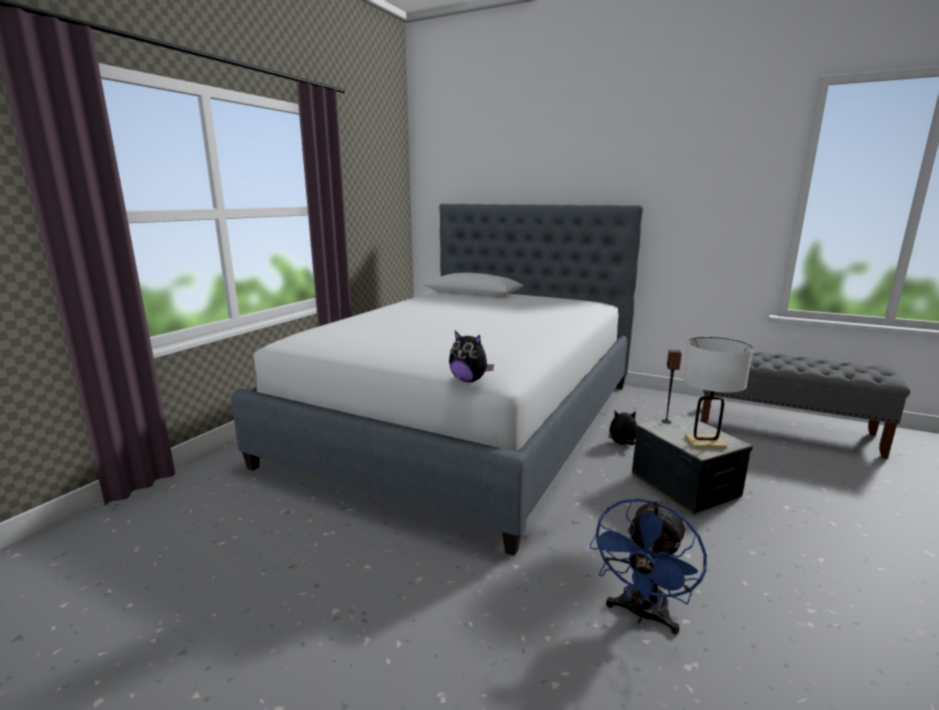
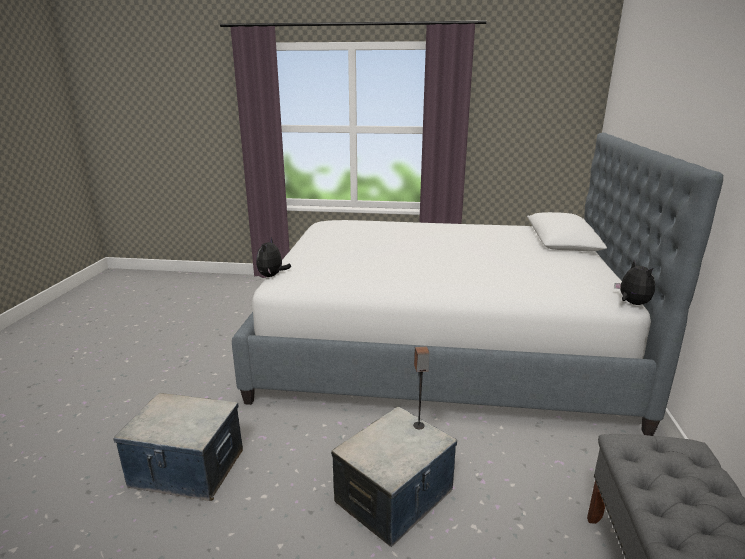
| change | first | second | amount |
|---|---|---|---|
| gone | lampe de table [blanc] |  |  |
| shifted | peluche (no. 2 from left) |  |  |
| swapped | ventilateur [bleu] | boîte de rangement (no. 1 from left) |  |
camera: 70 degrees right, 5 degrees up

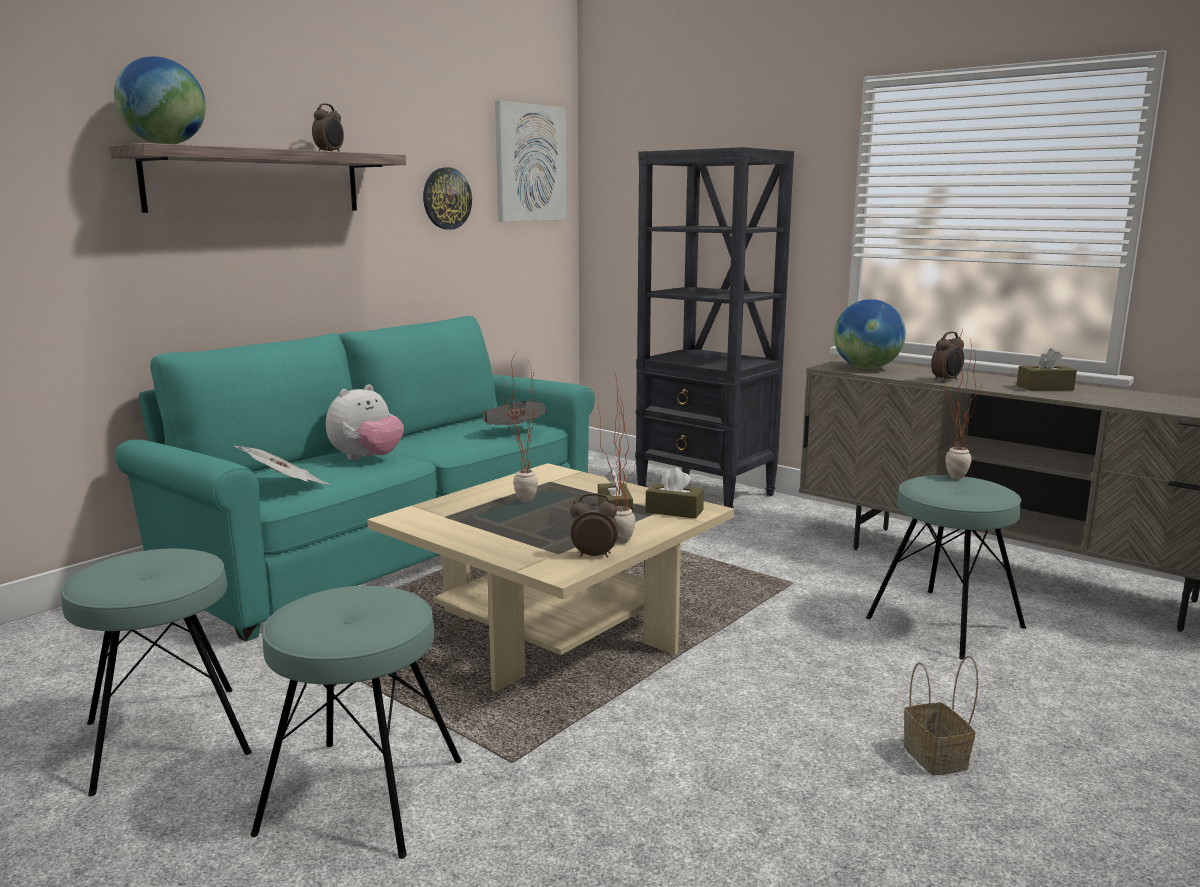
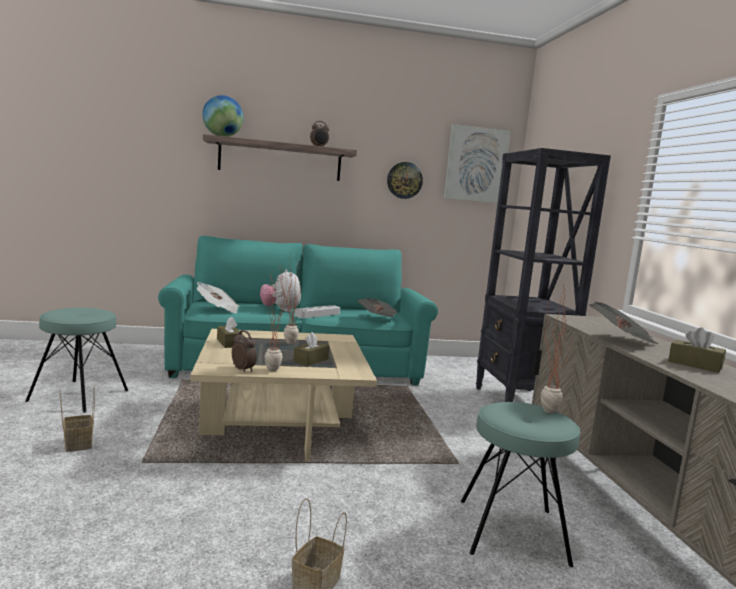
| change | first | second | amount |
|---|---|---|---|
| gone | globe (no. 2 from left) |  |  |
| new |  | plateau [gris] |  |
| shifted | boîte à mouchoirs [marron] (no. 2 from left in the first image) | boîte à mouchoirs [marron] (no. 1 from left) |  |
| swapped | tabouret [turquoise] (no. 2 from left) | panier (no. 1 from left) |  |
| swapped | réveil (no. 3 from left) | journal (no. 3 from left) |  |
| rotated | peluche |  | 75 degrees clockwise |
camera: 40 degrees right, 5 degrees down

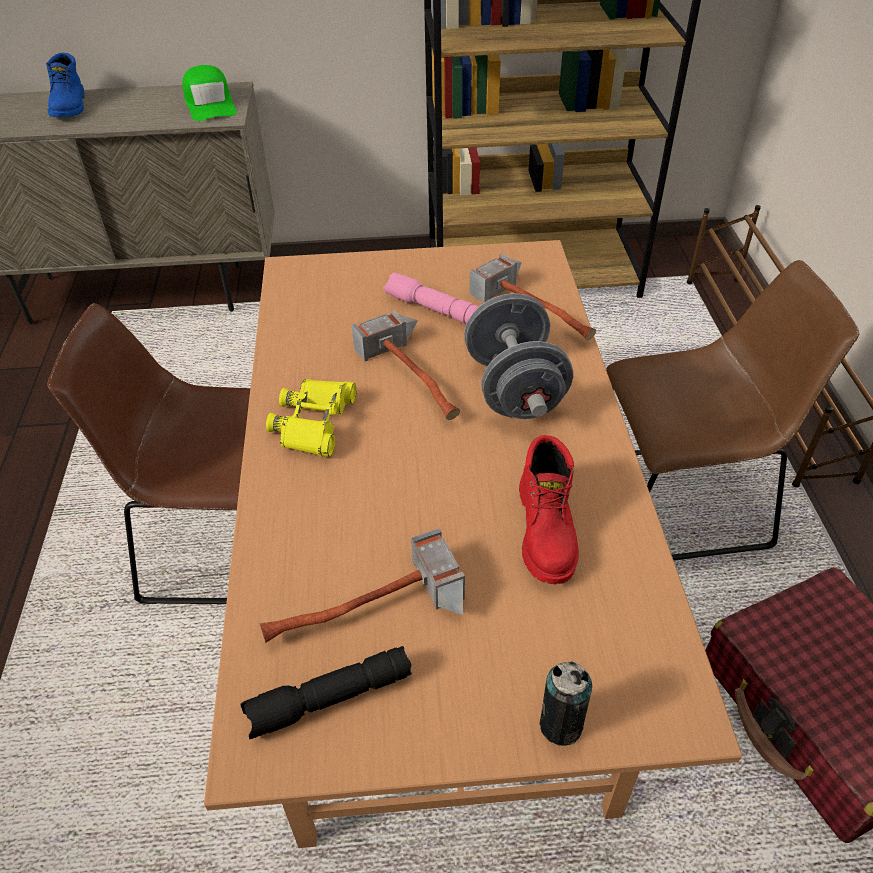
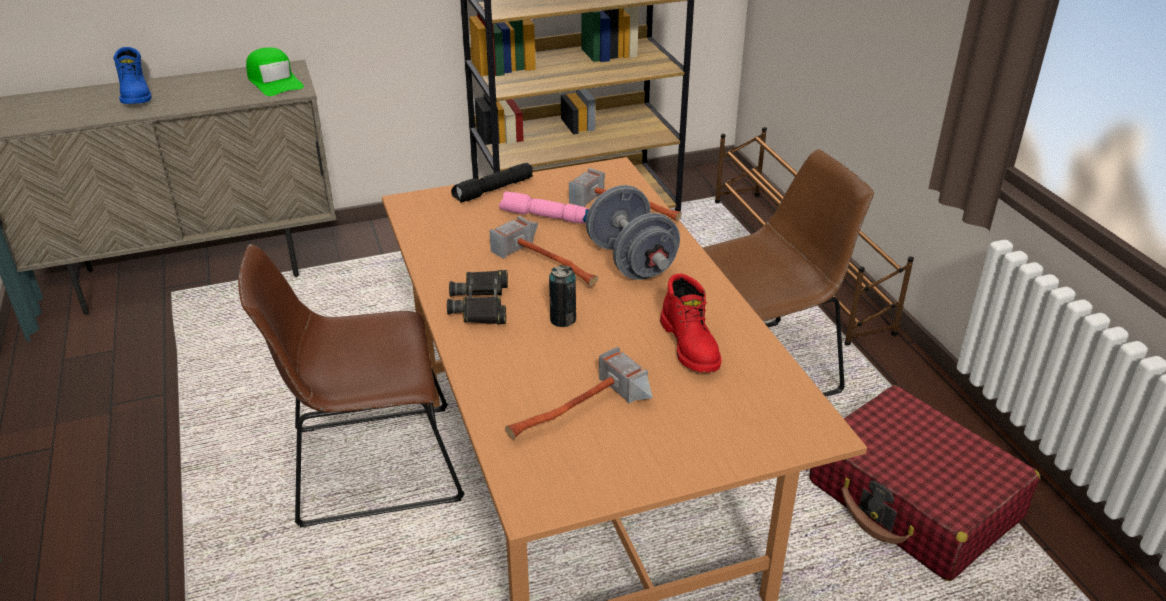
| change | first | second | amount |
|---|---|---|---|
| shifted | lampe de poche [noir] |  |  |
| shifted | boîte métallique |  |  |
| repainted | jumelles [jaune] | jumelles [noir] |  |
camera: 15 degrees left, 10 degrees down

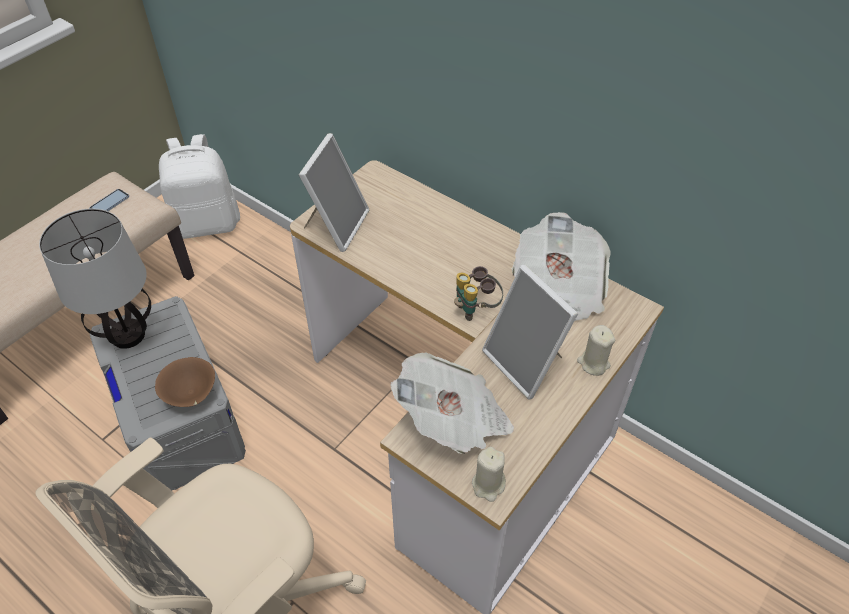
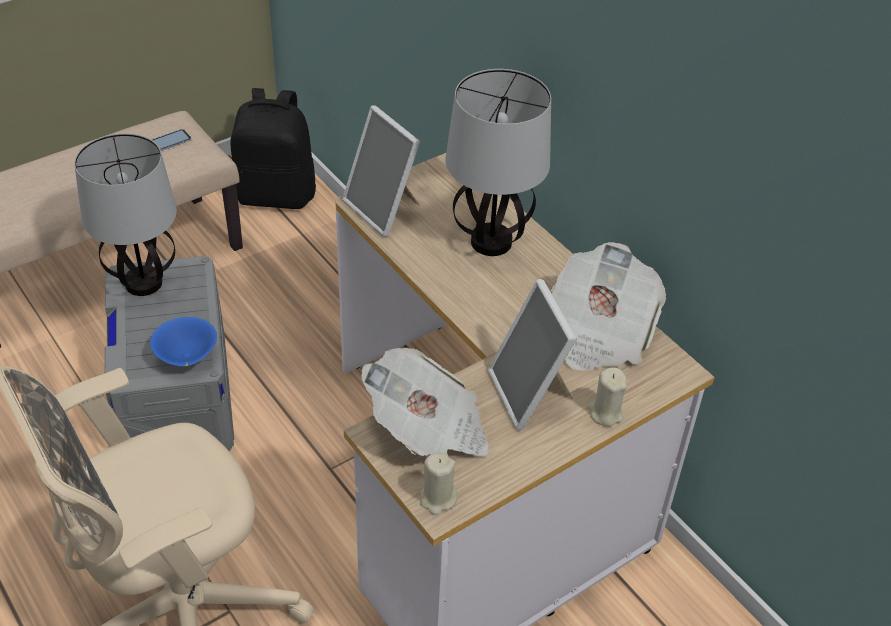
| change | first | second | amount |
|---|---|---|---|
| gone | jumelles |  |  |
| new |  | lampe de table (no. 2 from left) |  |
| repainted | bol [marron] | bol [bleu] |  |
| repainted | sac à dos [blanc] | sac à dos [noir] |  |
| rotated | cadre photo (no. 1 from left) |  | 105 degrees clockwise |
camera: 15 degrees right, 5 degrees down

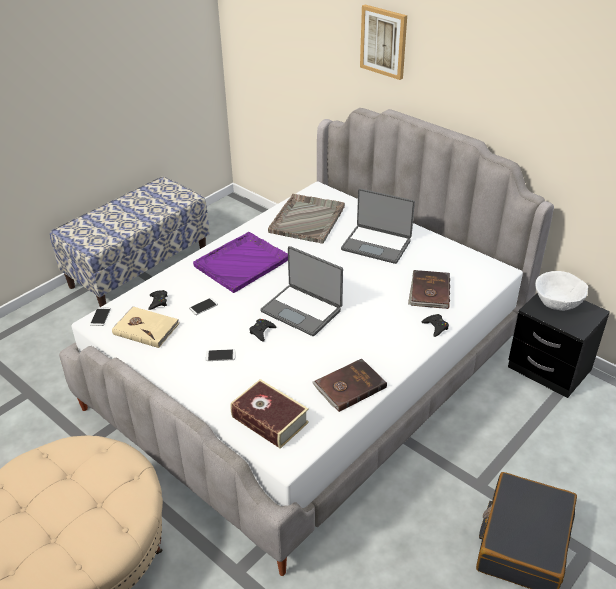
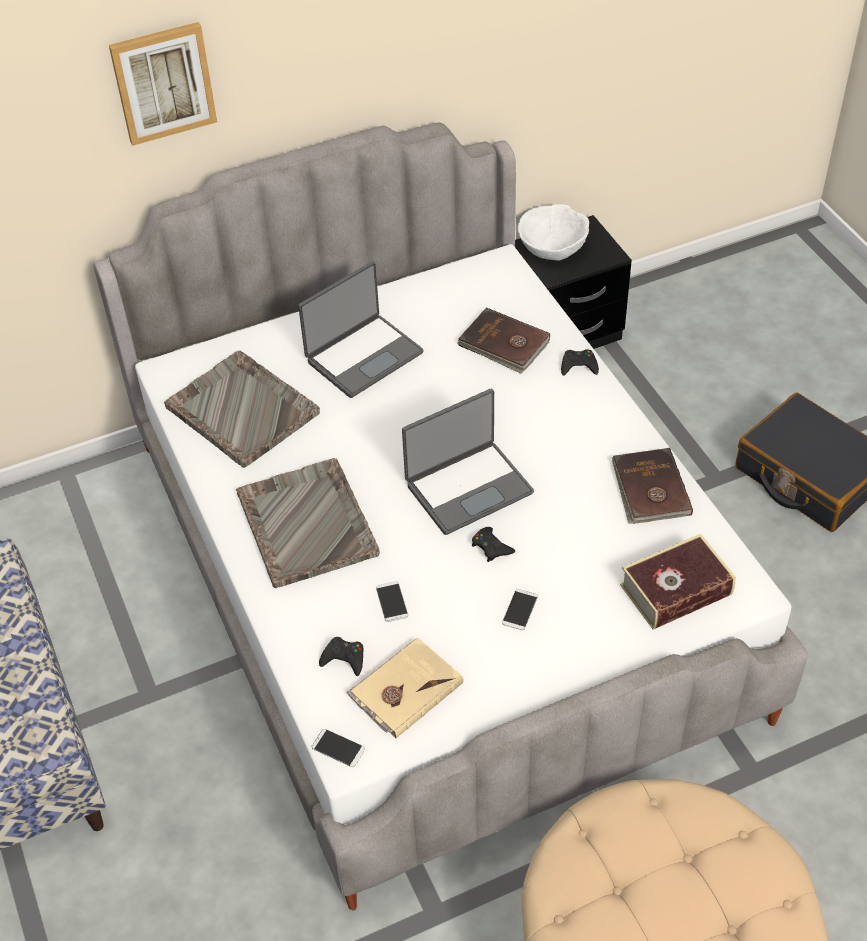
| change | first | second | amount |
|---|---|---|---|
| repainted | plateau [violet] | plateau [gris] (no. 2 from left) |  |
camera: 65 degrees left, 10 degrees up

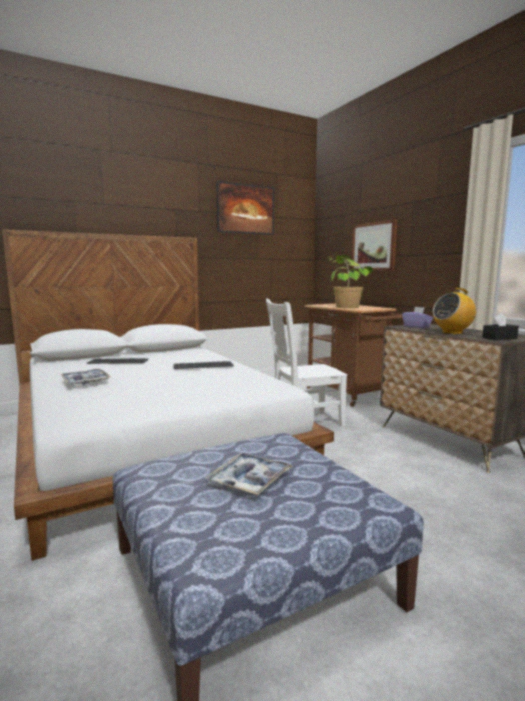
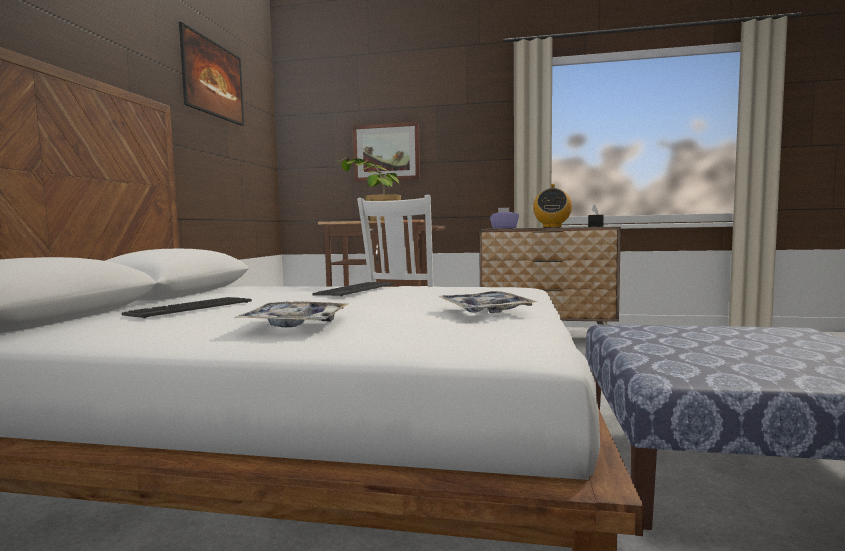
| change | first | second | amount |
|---|---|---|---|
| shifted | plateau (no. 2 from left) |  |  |
camera: 50 degrees left, 5 degrees down

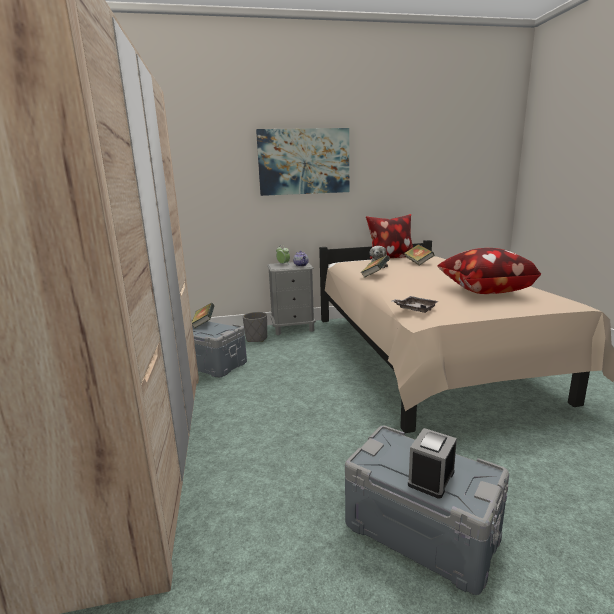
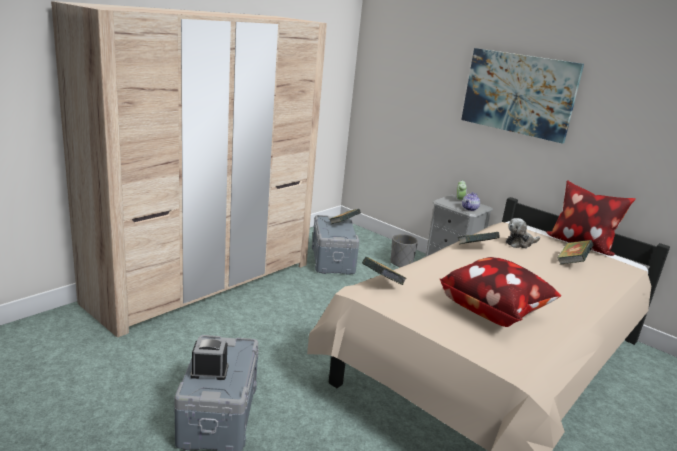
| change | first | second | amount |
|---|---|---|---|
| swapped | plateau [gris] | livre (no. 2 from left) |  |
camera: 50 degrees right, 5 degrees up

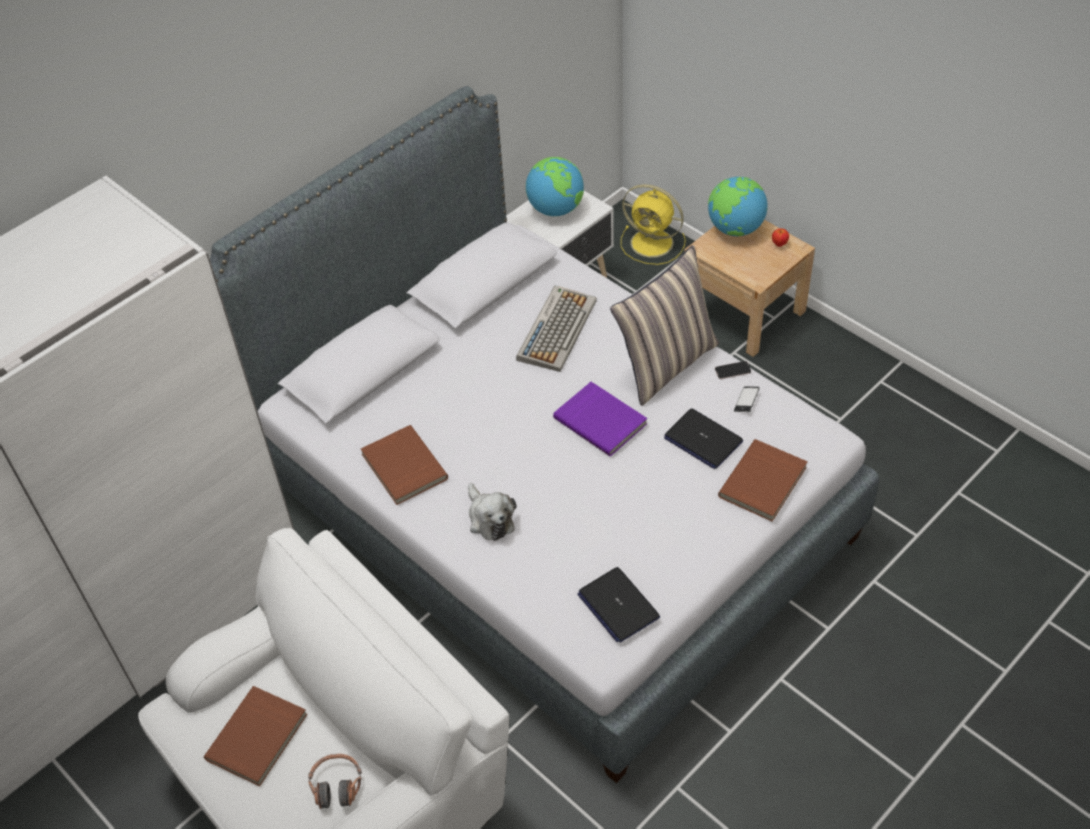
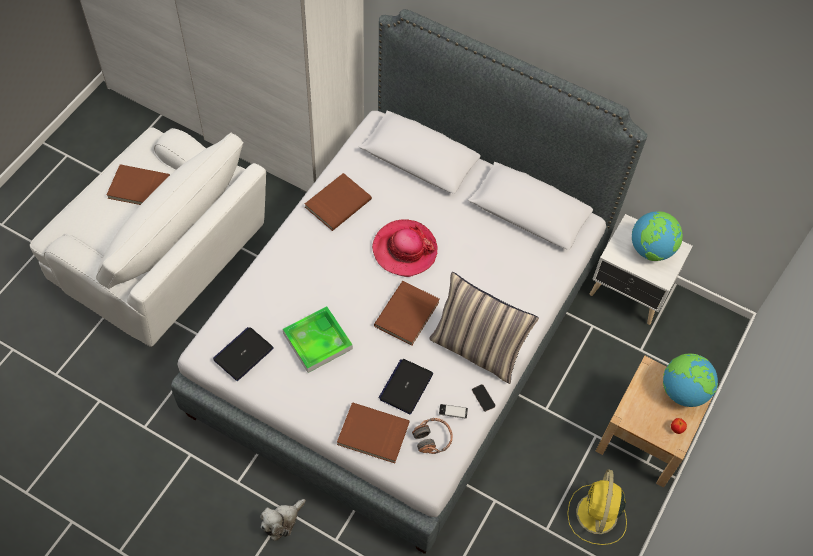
| change | first | second | amount |
|---|---|---|---|
| gone | clavier |  |  |
| new |  | plateau |  |
| new |  | chapeau |  |
| shifted | casque audio |  |  |
| shifted | peluche |  |  |
| shifted | ventilateur [jaune] |  |  |
| repainted | livre [violet] | livre [marron] (no. 4 from left) |  |
camera: 70 degrees right, 10 degrees up

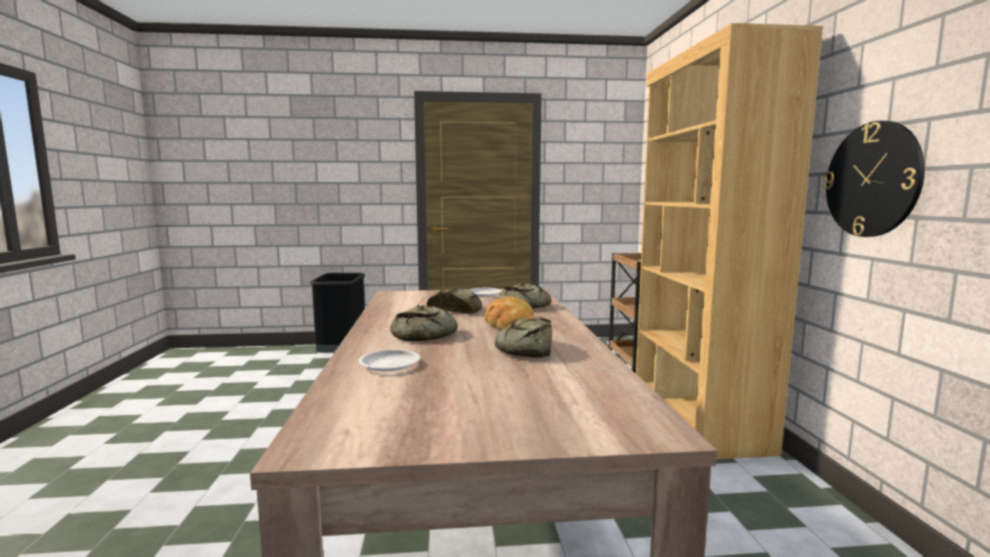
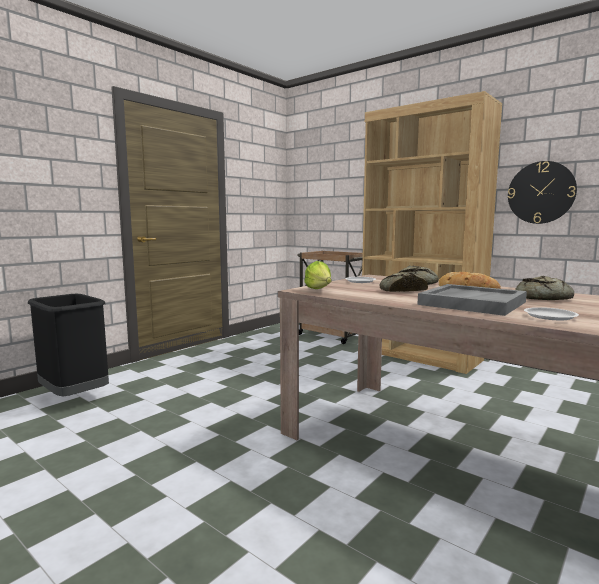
| change | first | second | amount |
|---|---|---|---|
| new |  | laitue |  |
| swapped | pain (no. 1 from left) | plateau [gris] |  |
camera: 45 degrees left, 0 degrees up

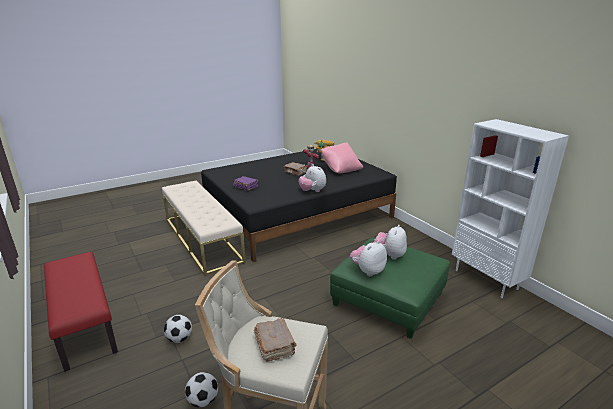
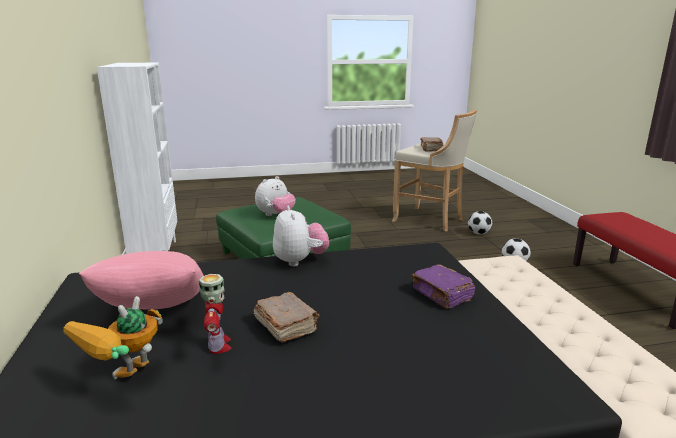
| change | first | second | amount |
|---|---|---|---|
| gone | peluche (no. 2 from left) |  |  |
camera: 160 degrees left, 5 degrees down

